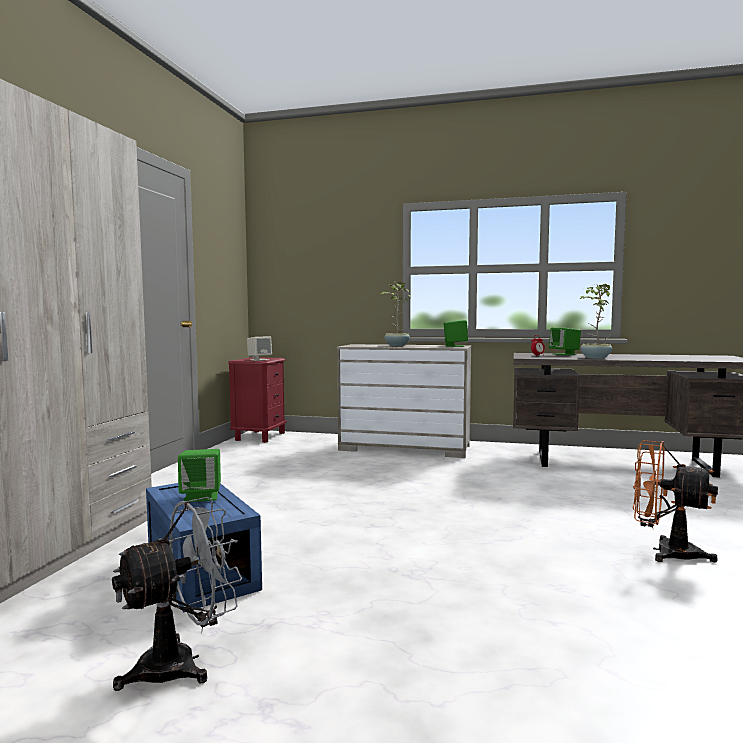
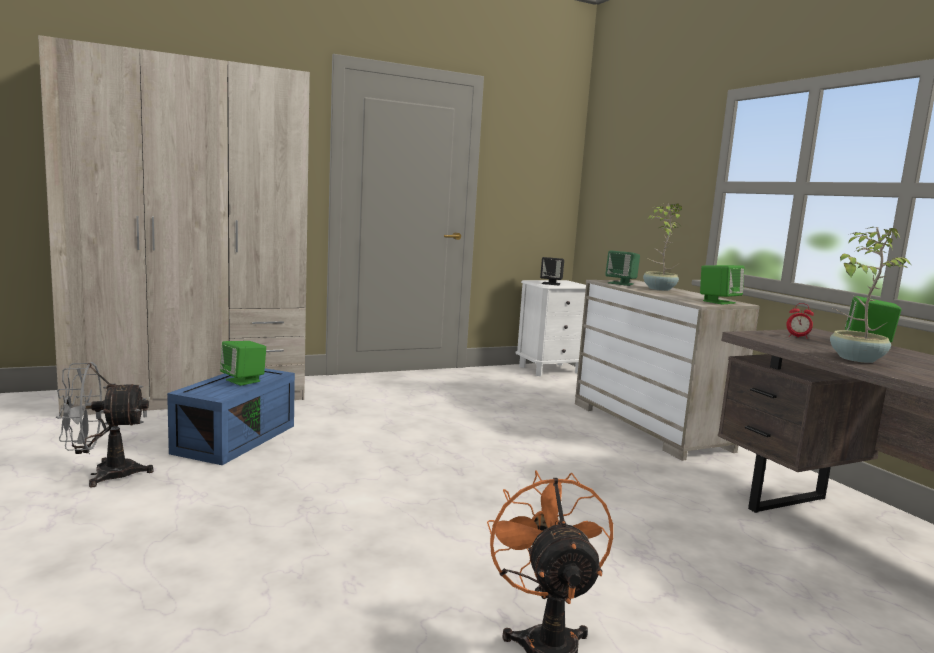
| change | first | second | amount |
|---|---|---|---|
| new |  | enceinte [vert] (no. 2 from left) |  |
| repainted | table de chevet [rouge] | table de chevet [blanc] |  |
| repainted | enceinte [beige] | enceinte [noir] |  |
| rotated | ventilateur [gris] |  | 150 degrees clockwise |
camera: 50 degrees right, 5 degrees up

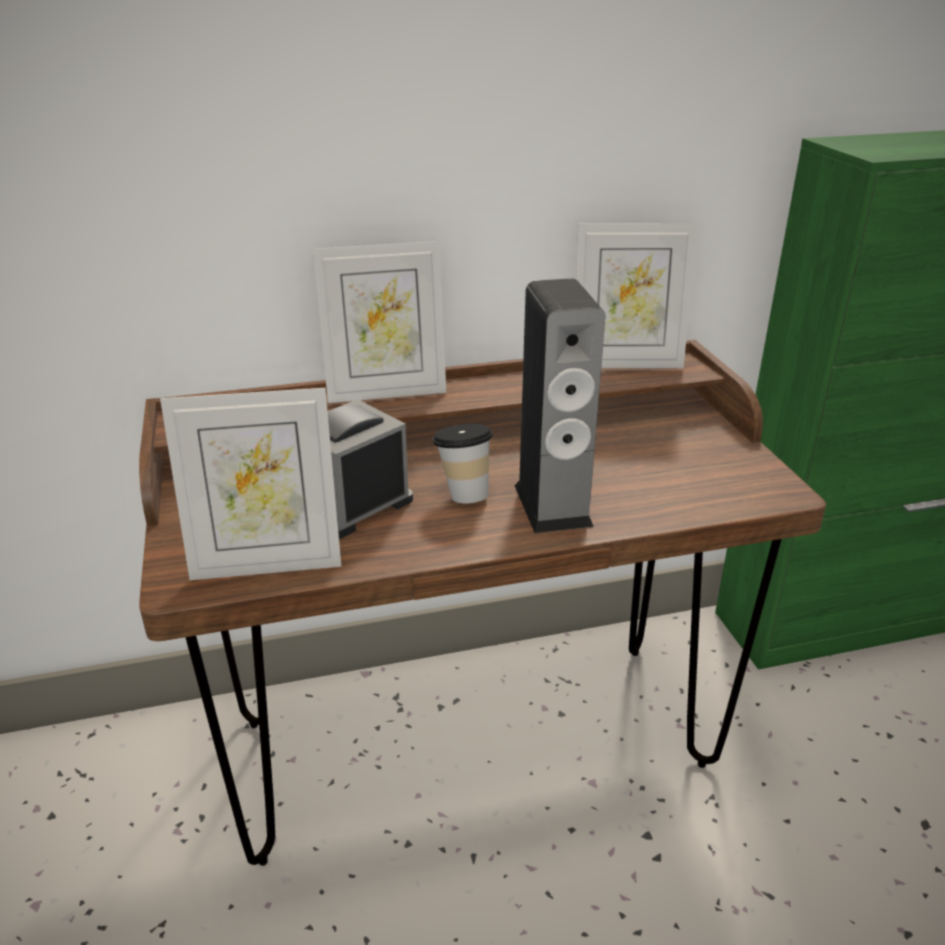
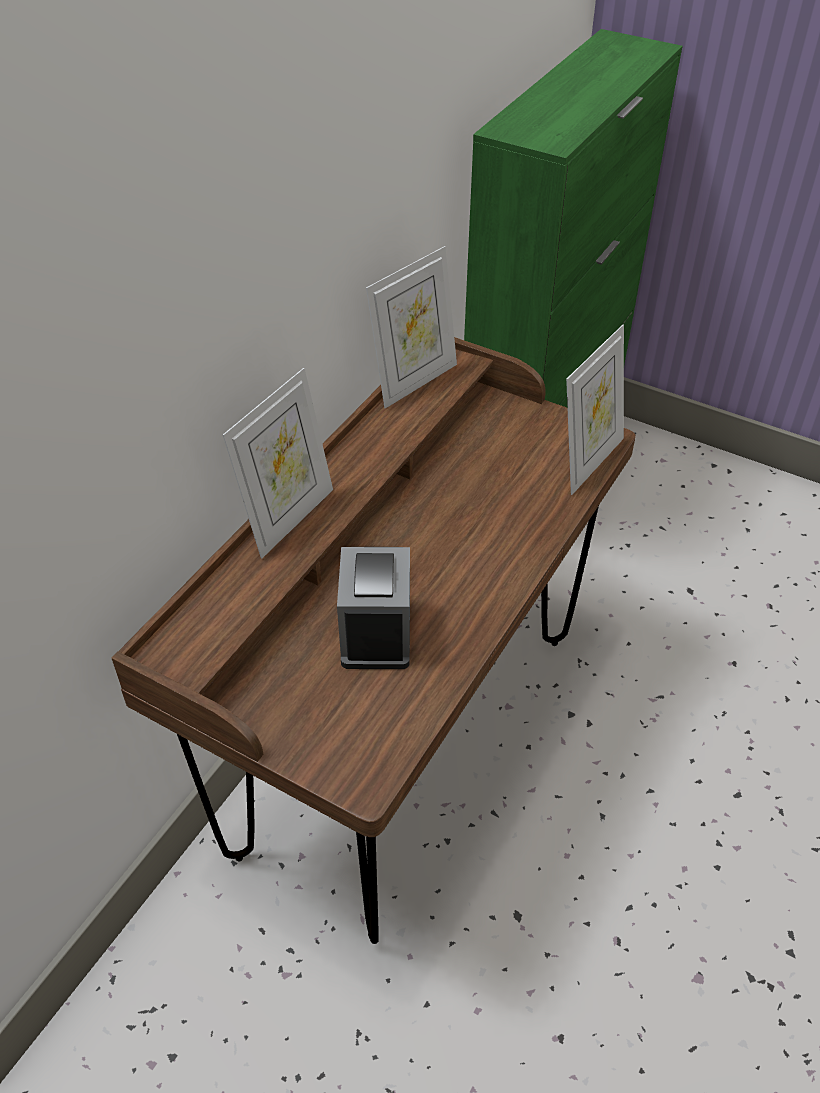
| change | first | second | amount |
|---|---|---|---|
| gone | tasse |  |  |
| gone | enceinte |  |  |
| shifted | cadre photo (no. 1 from left in the first image) | cadre photo (no. 3 from left) |  |
camera: 45 degrees left, 15 degrees up

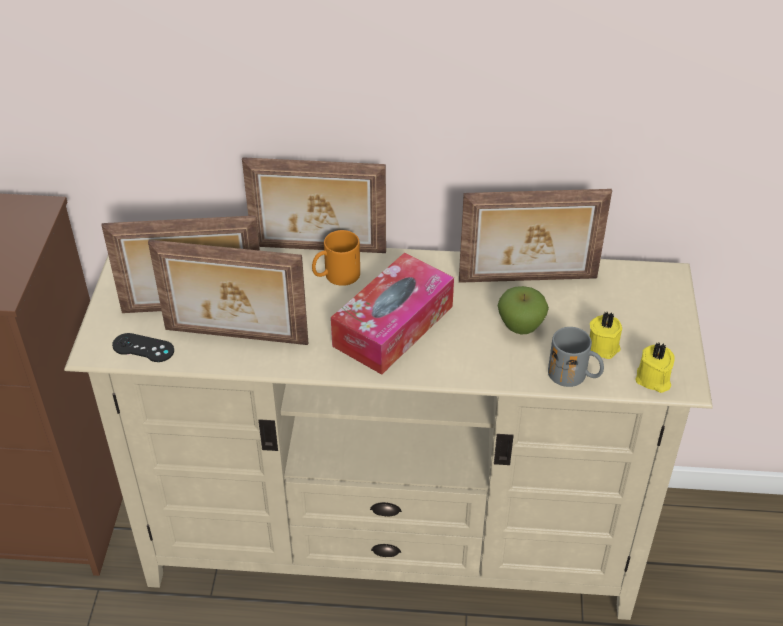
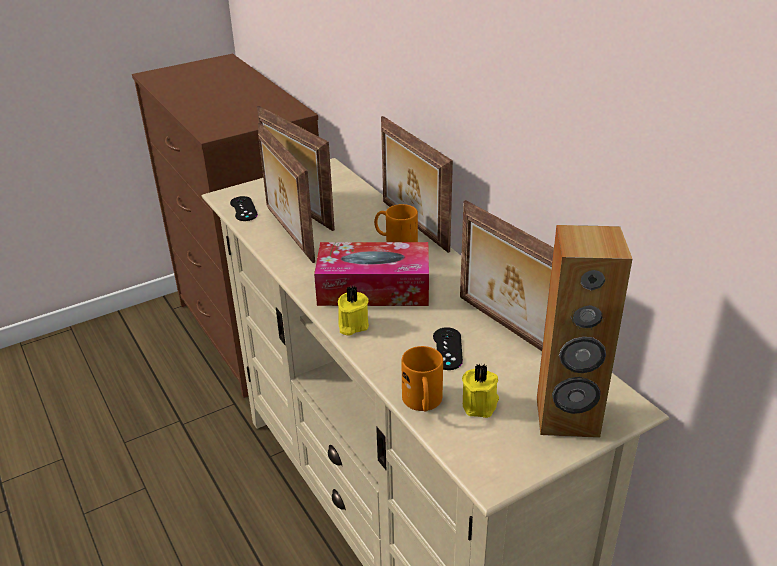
| change | first | second | amount |
|---|---|---|---|
| new |  | enceinte [marron] |  |
| shifted | bougie [jaune] (no. 2 from left in the first image) | bougie [jaune] (no. 1 from left) |  |
| swapped | pomme | manette [noir] (no. 2 from left) |  |
| repainted | mug [gris] | mug [orange] (no. 2 from left) |  |
camera: 55 degrees right, 10 degrees down

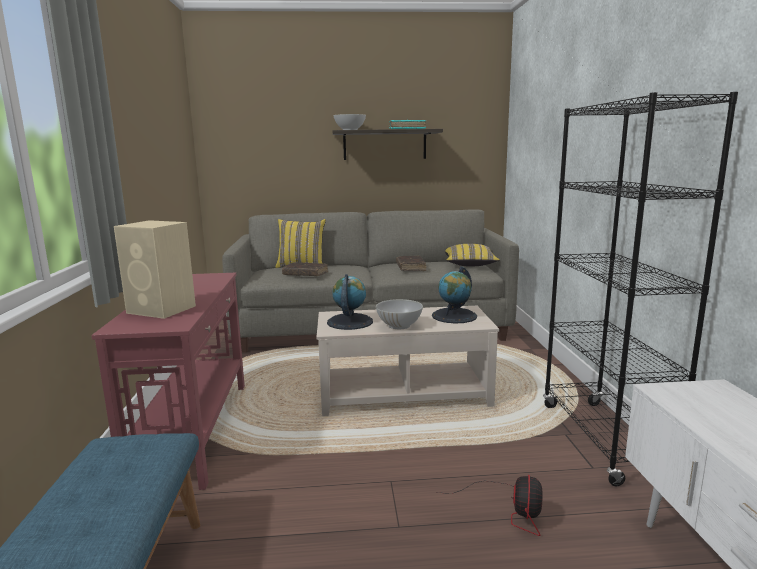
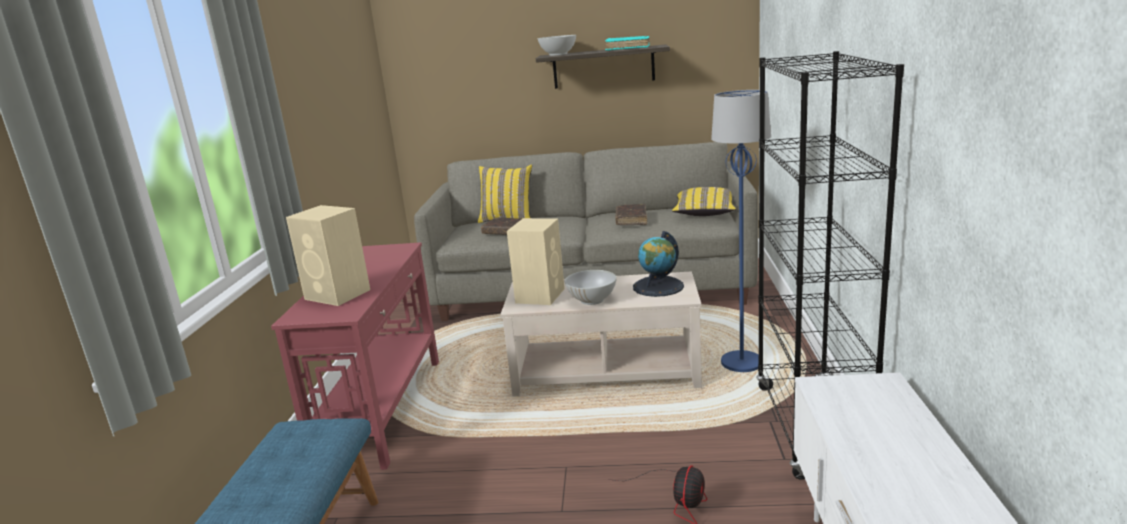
| change | first | second | amount |
|---|---|---|---|
| new |  | lampadaire [bleu] |  |
| swapped | globe (no. 1 from left) | enceinte [beige] (no. 2 from left) |  |
camera: 10 degrees right, 5 degrees up

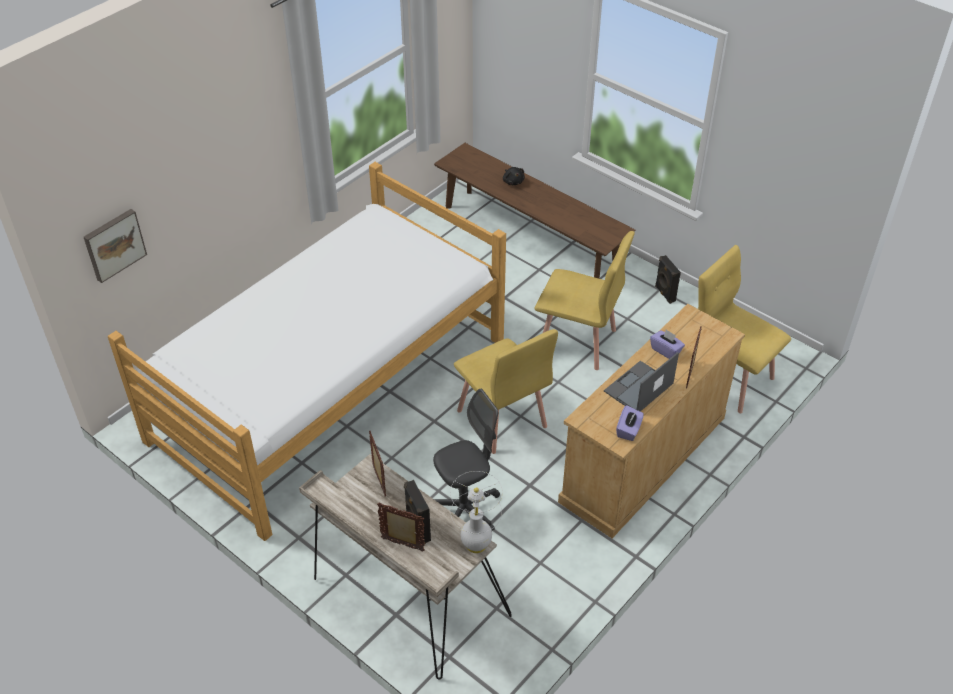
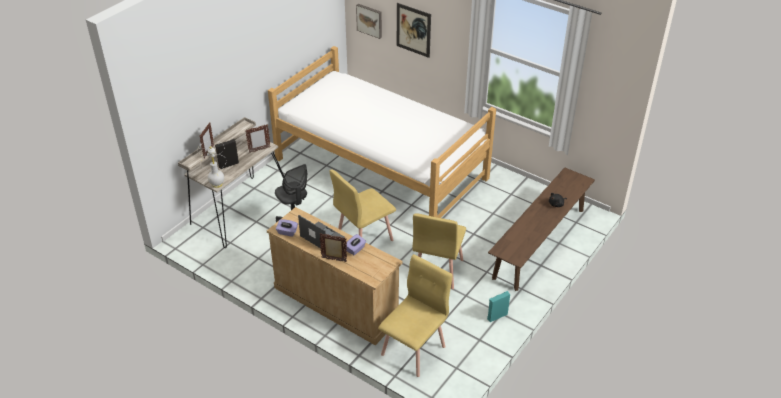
| change | first | second | amount |
|---|---|---|---|
| new |  | tableau (no. 2 from left) |  |
| repainted | enceinte [noir] (no. 2 from left) | enceinte [turquoise] |  |
camera: 85 degrees right, 5 degrees down

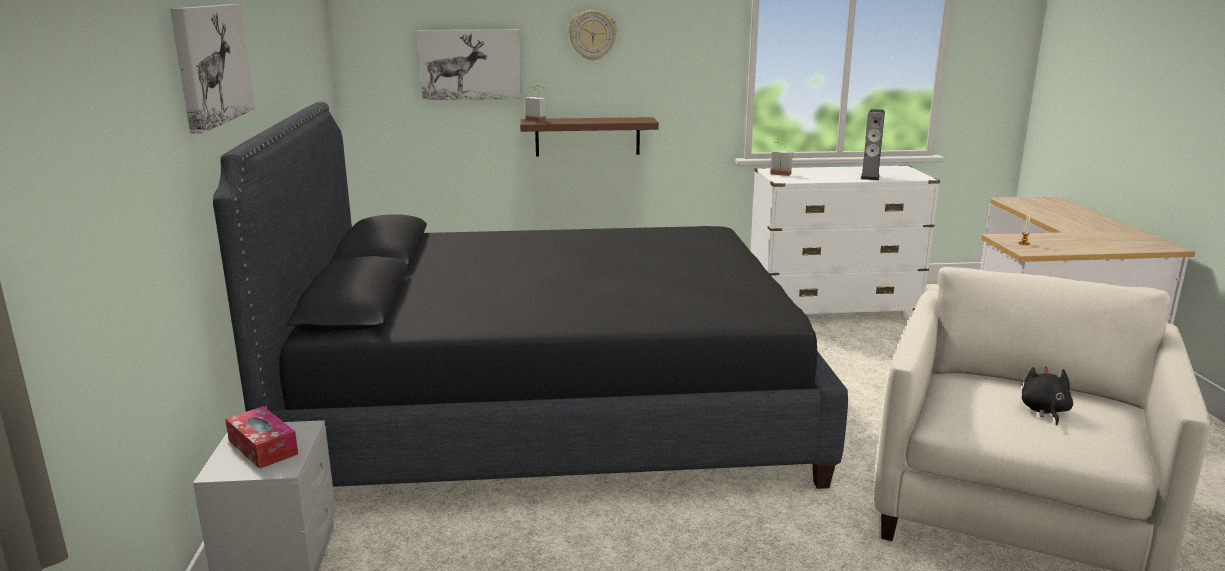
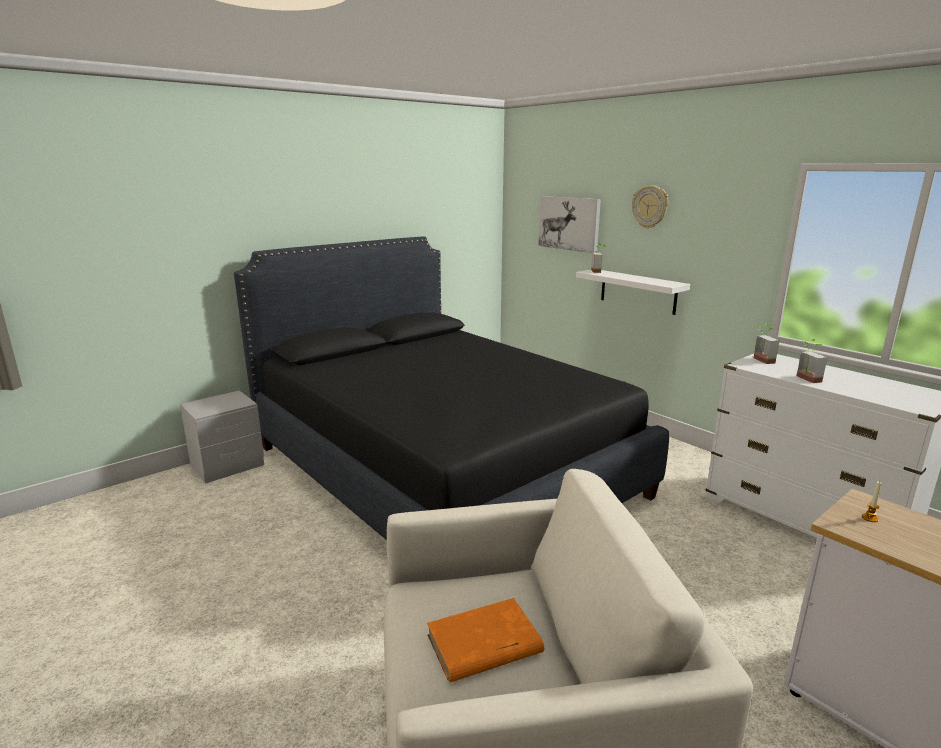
| change | first | second | amount |
|---|---|---|---|
| gone | tableau (no. 1 from left) |  |  |
| gone | boîte à mouchoirs |  |  |
| gone | enceinte |  |  |
| new |  | plante en pot (no. 3 from left) |  |
| swapped | peluche [noir] | livre [orange] |  |
| repainted | étagère [marron] | étagère [blanc] |  |
camera: 55 degrees right, 0 degrees up

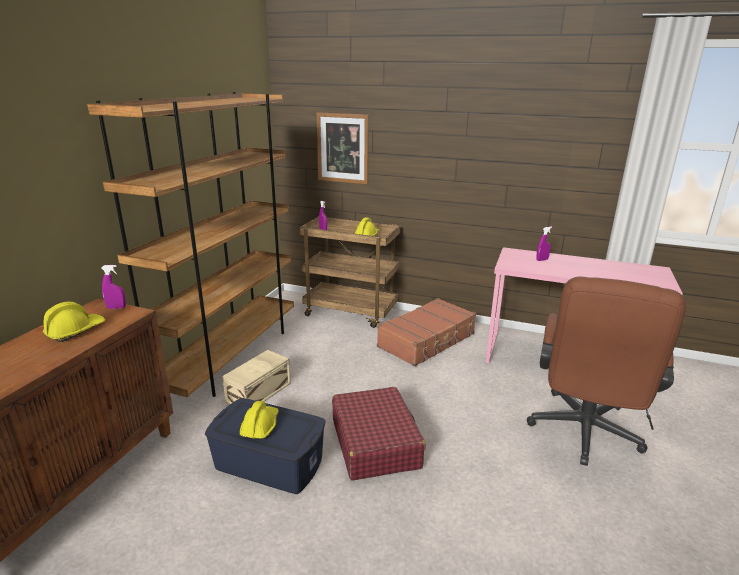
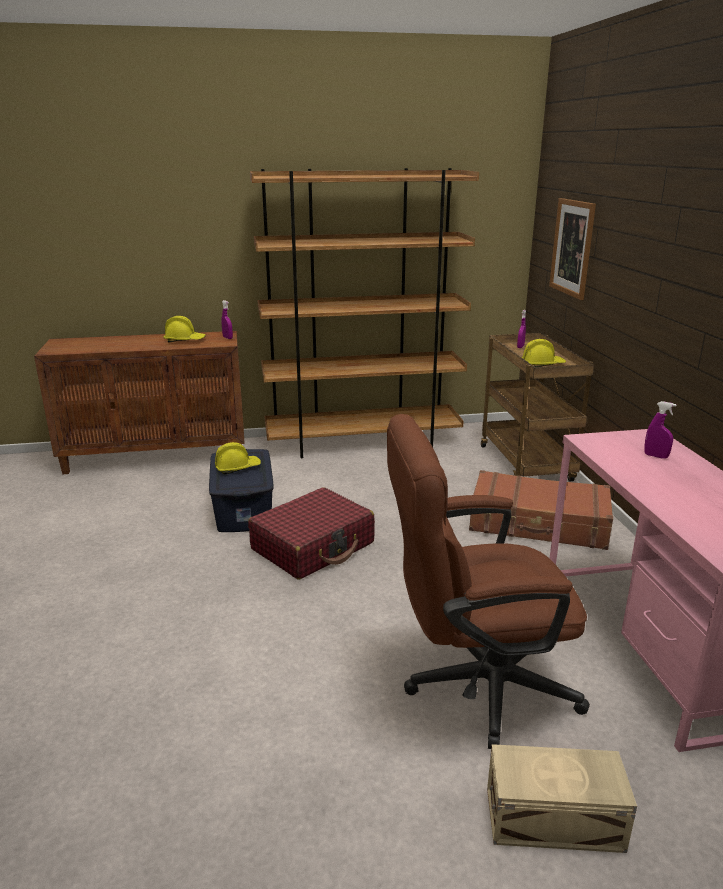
| change | first | second | amount |
|---|---|---|---|
| shifted | boîte de rangement [beige] |  |  |
camera: 60 degrees right, 0 degrees up

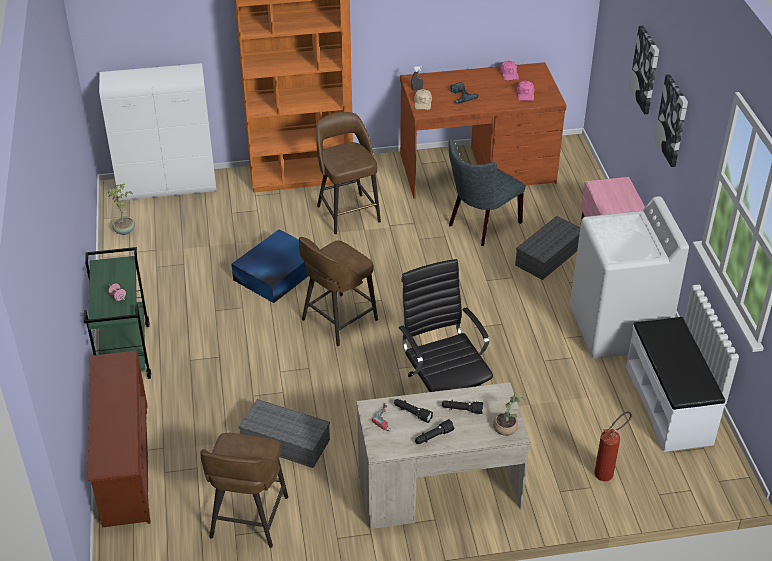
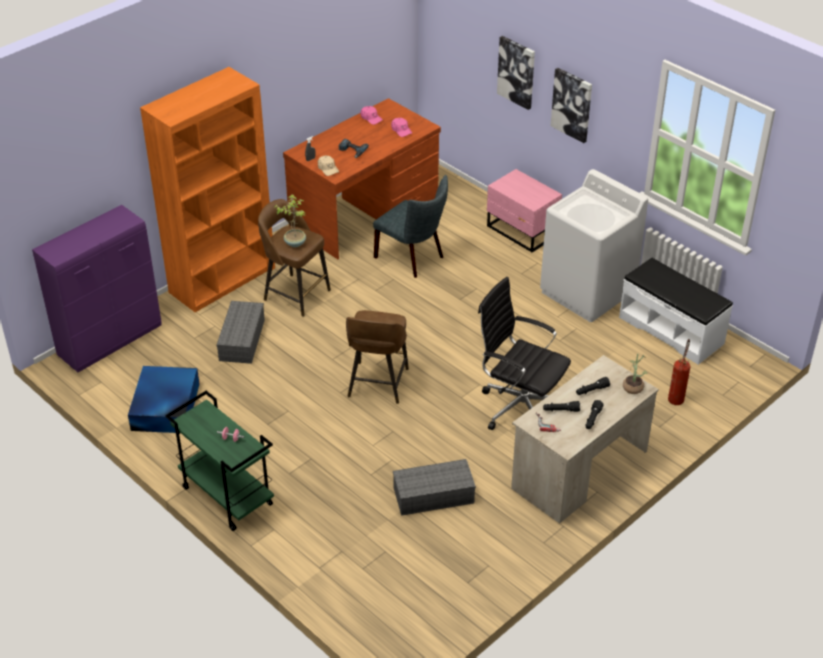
| change | first | second | amount |
|---|---|---|---|
| gone | étagère à chaussures [marron] |  |  |
| gone | tabouret [marron] (no. 1 from left) |  |  |
| shifted | plante en pot (no. 1 from left) |  |  |
| shifted | boîte de rangement [bleu] |  |  |
| shifted | boîte de rangement [gris] (no. 2 from left in the first image) | boîte de rangement [gris] (no. 1 from left) |  |
| repainted | meuble de rangement [blanc] | meuble de rangement [violet] |  |
| rotated | chaise [gris] |  | 60 degrees counterclockwise |
camera: 35 degrees left, 0 degrees up

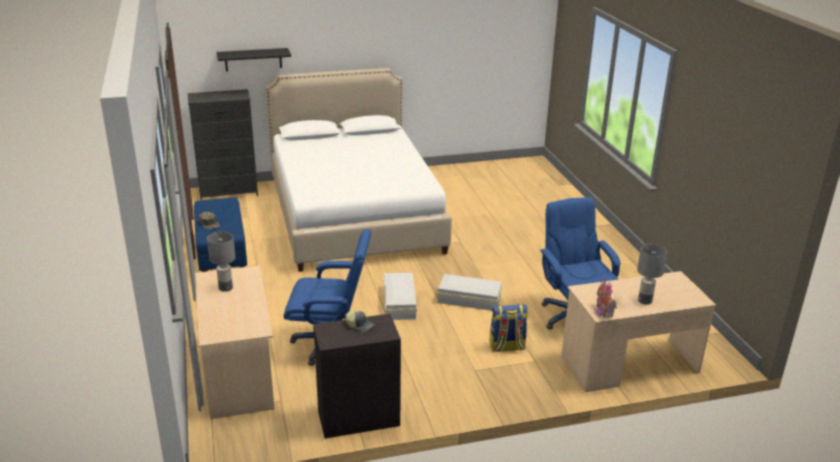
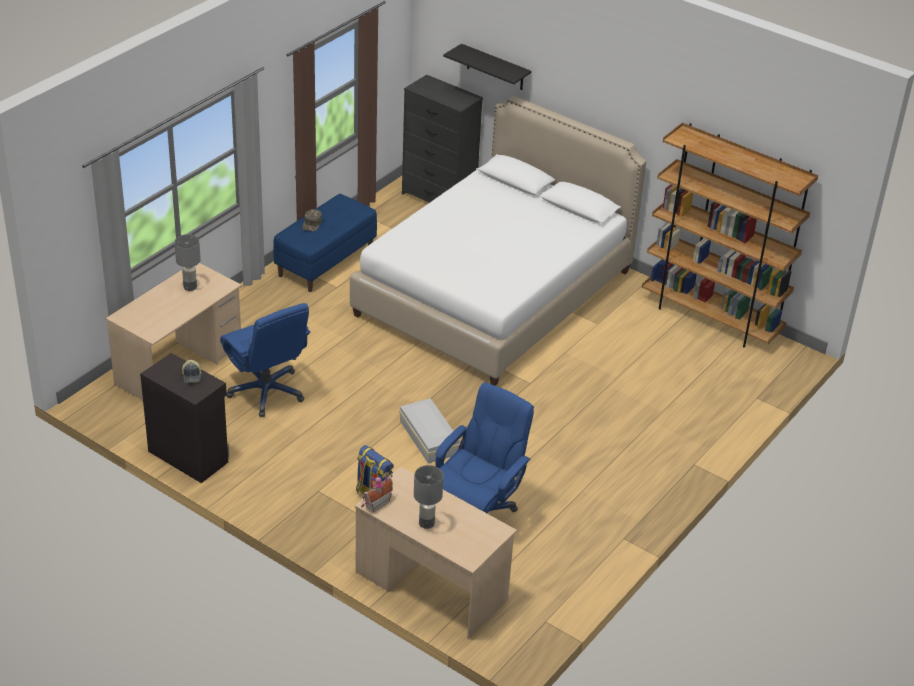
| change | first | second | amount |
|---|---|---|---|
| gone | boîte de rangement [blanc] (no. 1 from left) |  |  |
| new |  | bibliothèque [marron] |  |
camera: 50 degrees right, 10 degrees up

